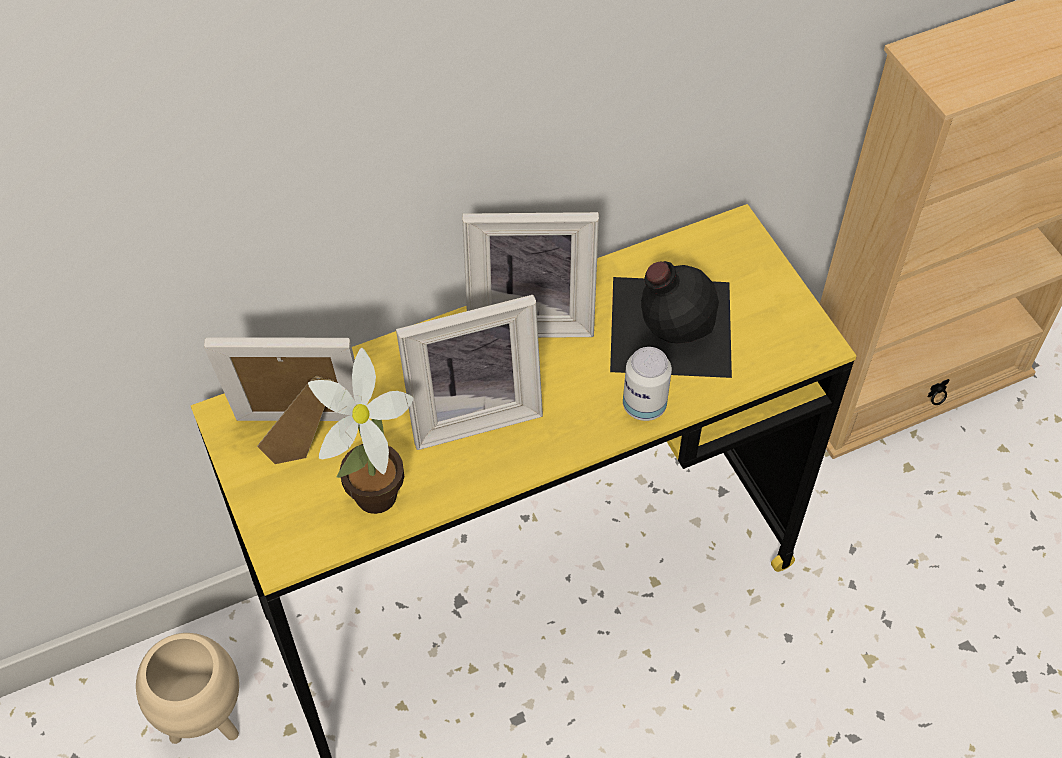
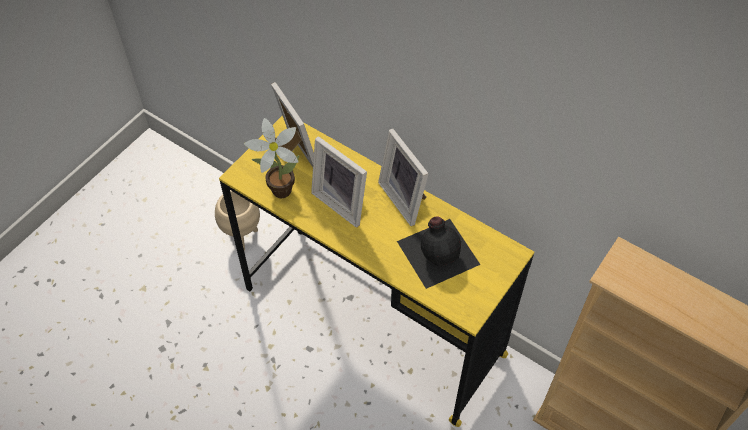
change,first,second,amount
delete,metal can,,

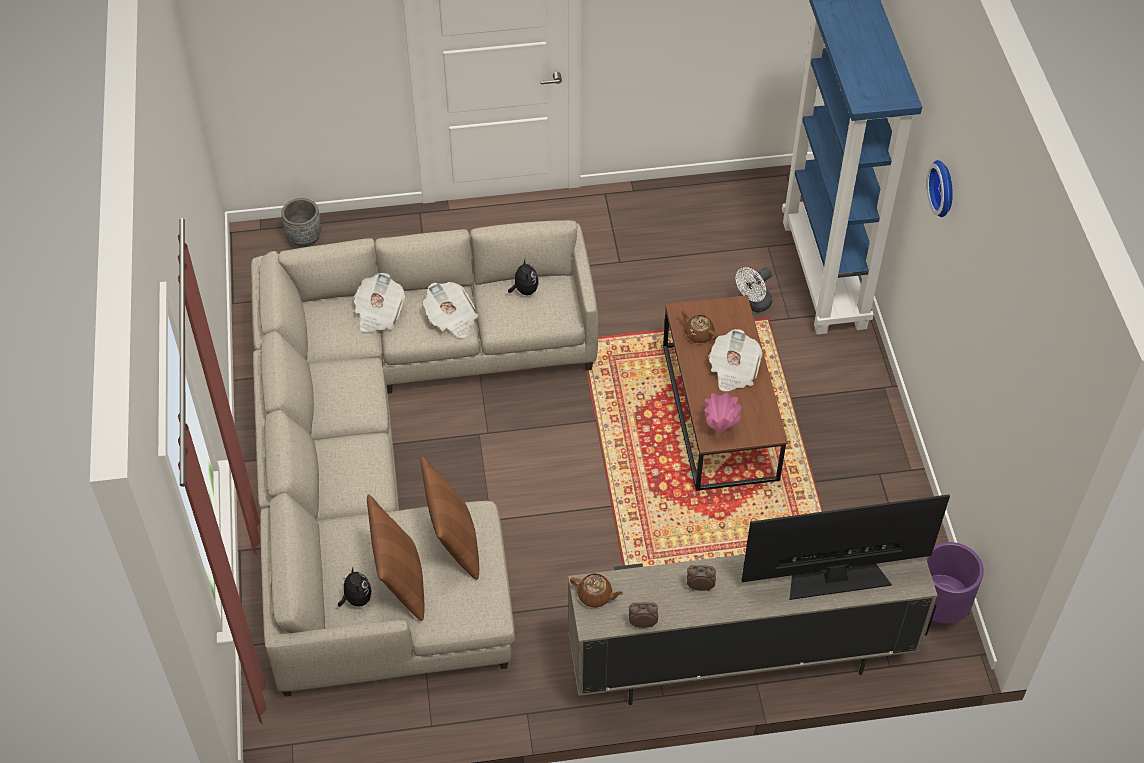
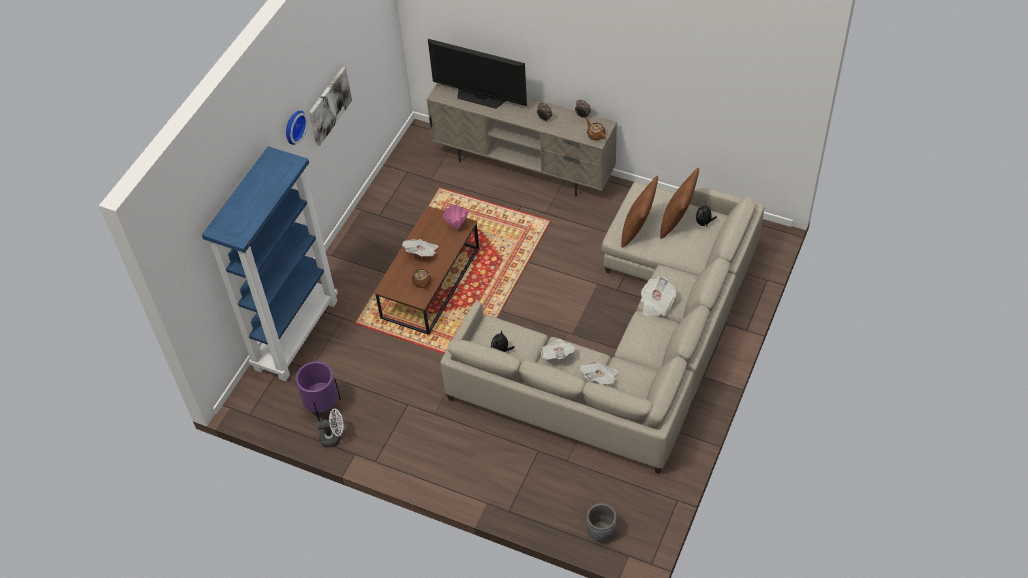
change,first,second,amount
move,electric fan (white-coloured),,
move,planter (purplish),,
insert,,wall art,
insert,,newspaper (4th from left),

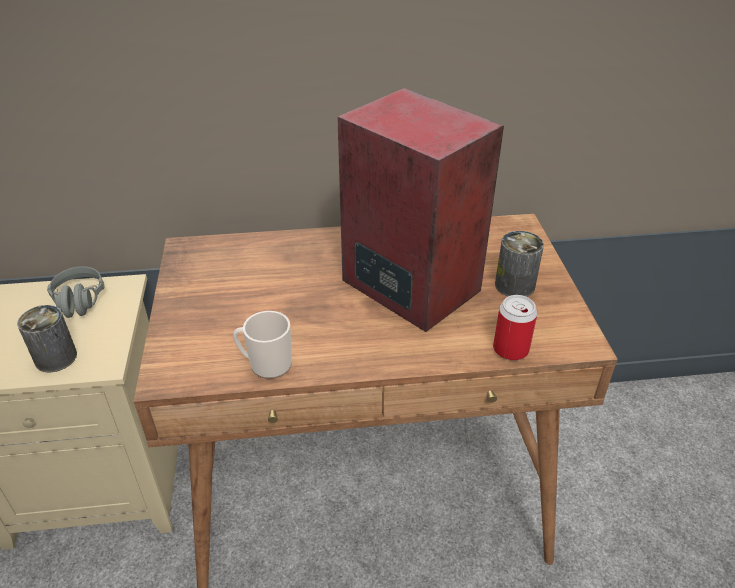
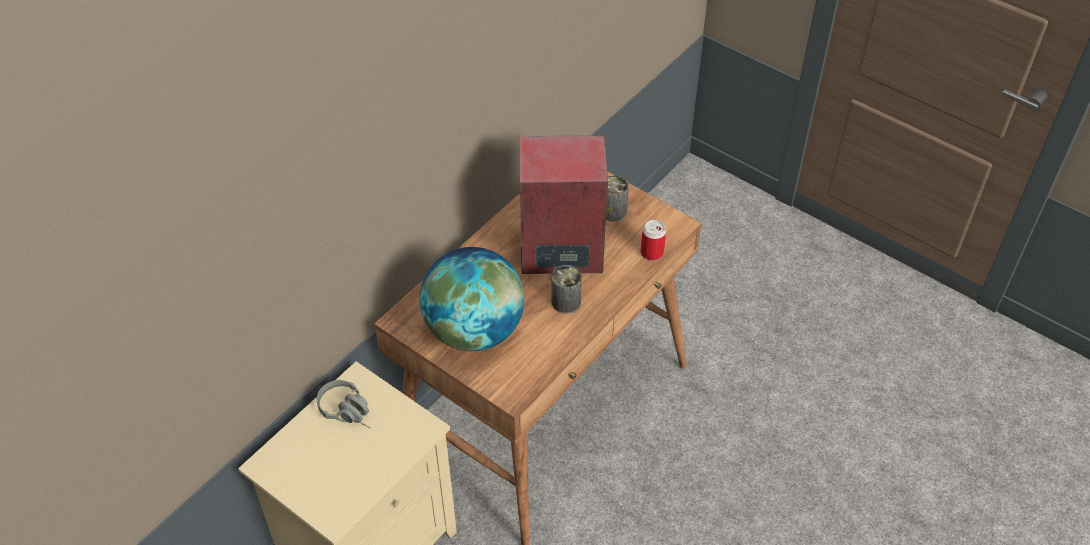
change,first,second,amount
move,metal can (1st from left),,
delete,mug,,
insert,,world globe,

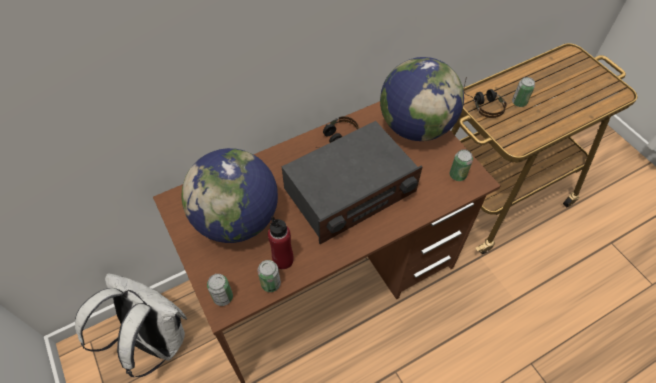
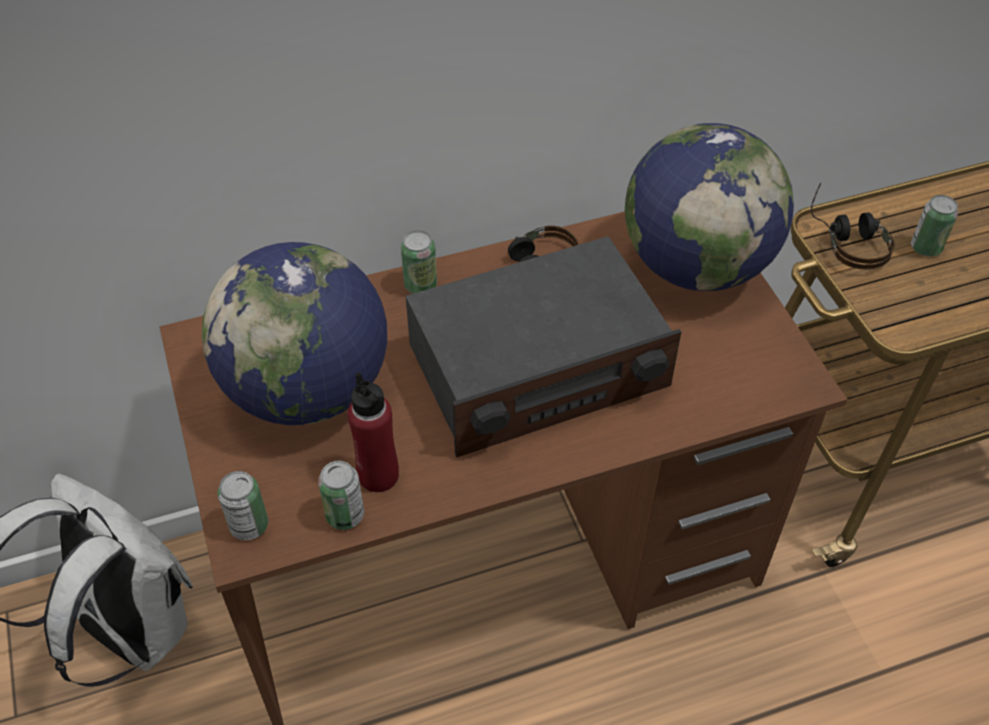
change,first,second,amount
move,metal can (3rd from left),,

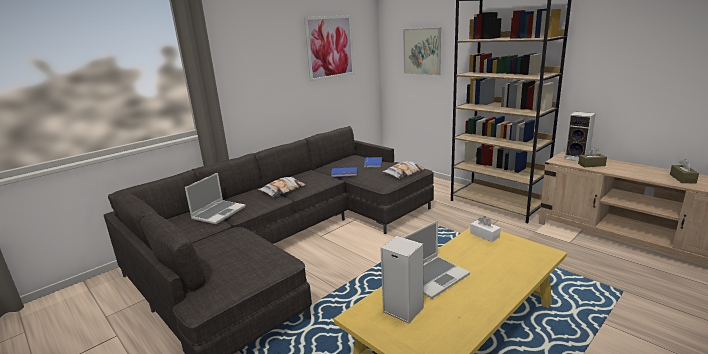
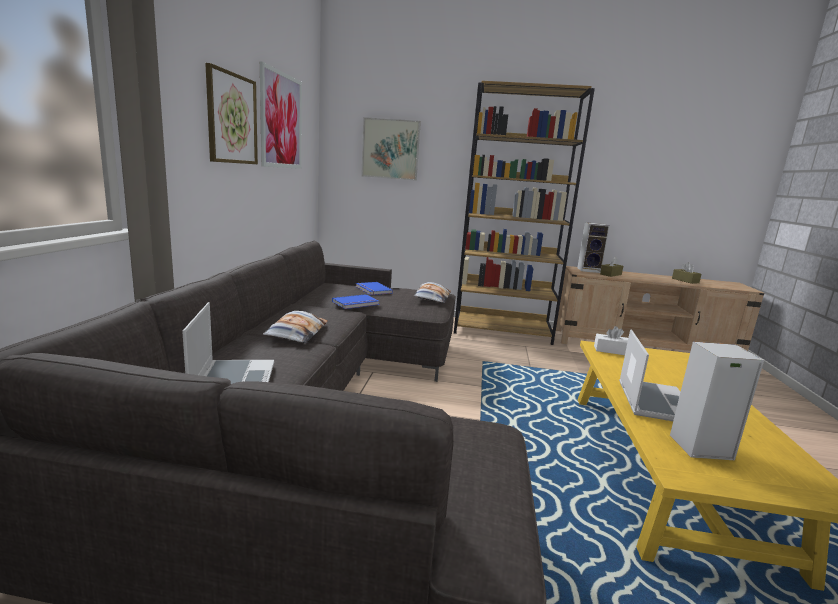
change,first,second,amount
insert,,wall art (1st from left),

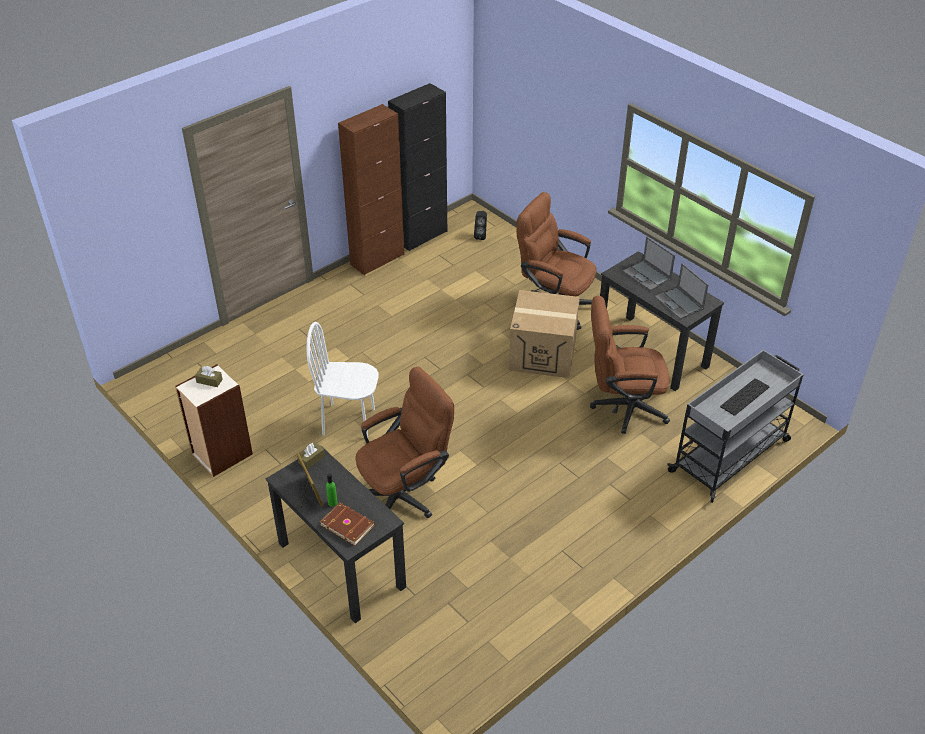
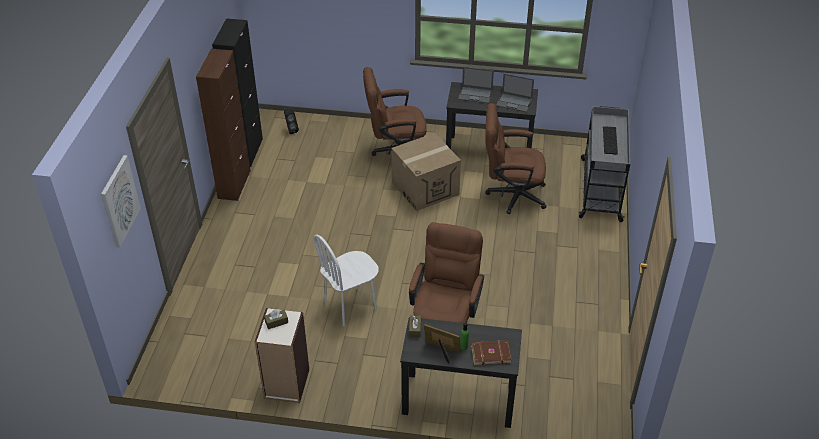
change,first,second,amount
rotate,desk chair (brown-coloured) (3rd from left),,45 degrees clockwise
insert,,wall art,

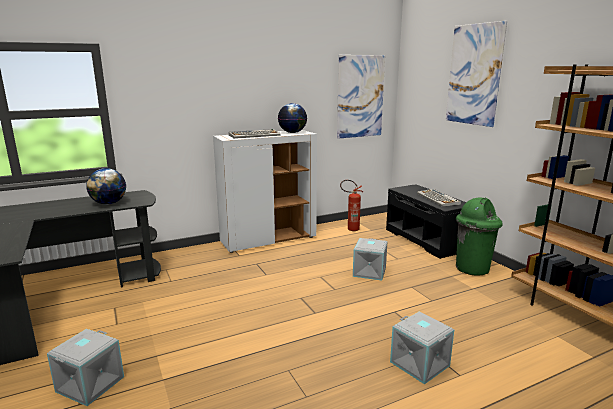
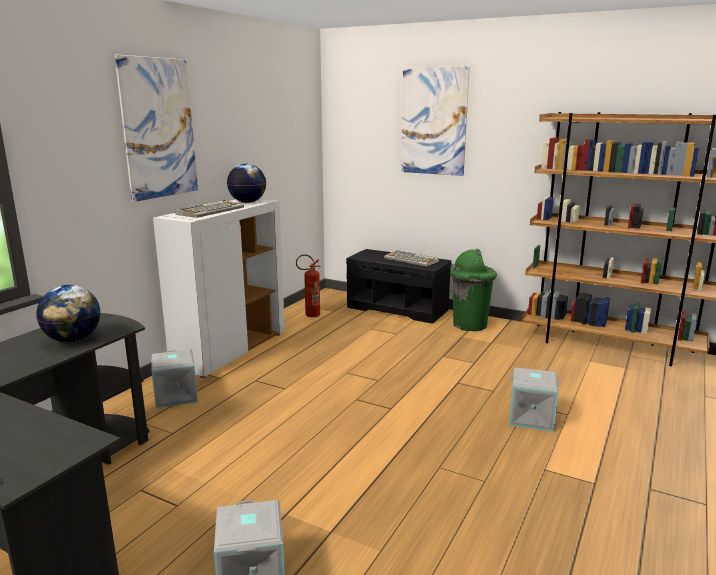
change,first,second,amount
move,wall art (1st from left),,
move,storage bin (gray) (2nd from left in the first image),storage bin (gray) (1st from left),

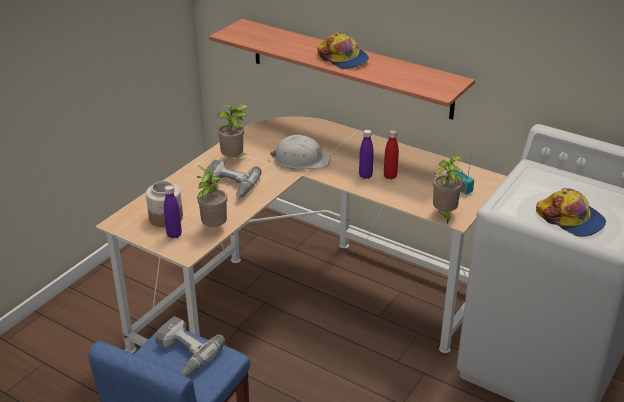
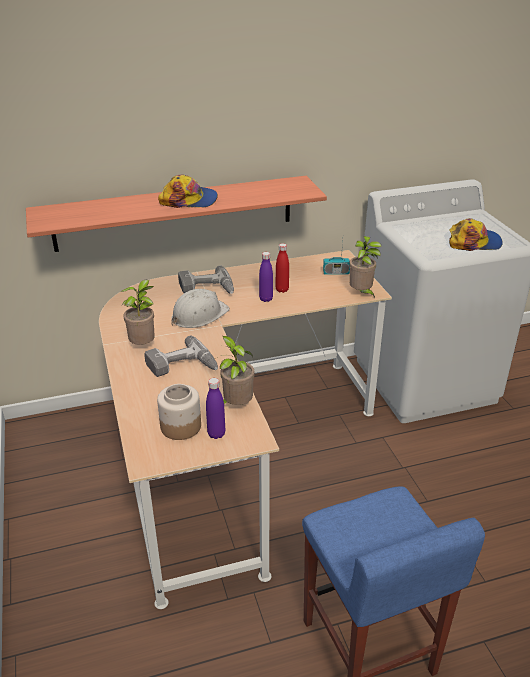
change,first,second,amount
move,power drill (1st from left in the first image),power drill (2nd from left),

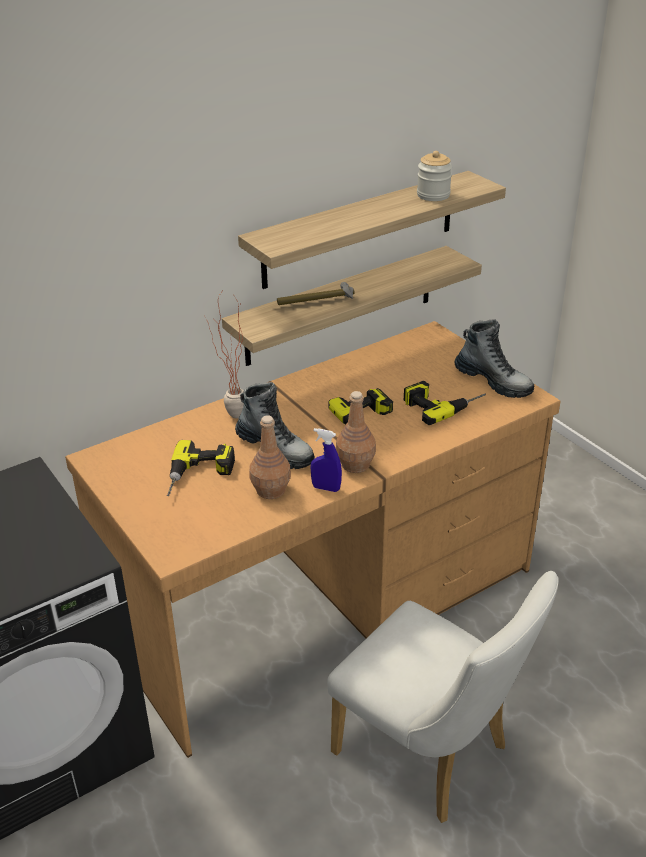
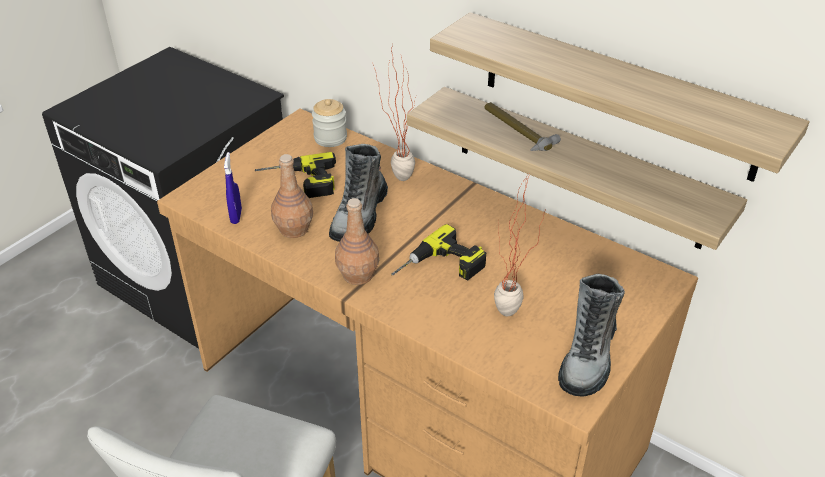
change,first,second,amount
move,hand sprayer (blue),,
replace,power drill (3rd from left),potted plant (2nd from left),
move,jar,,

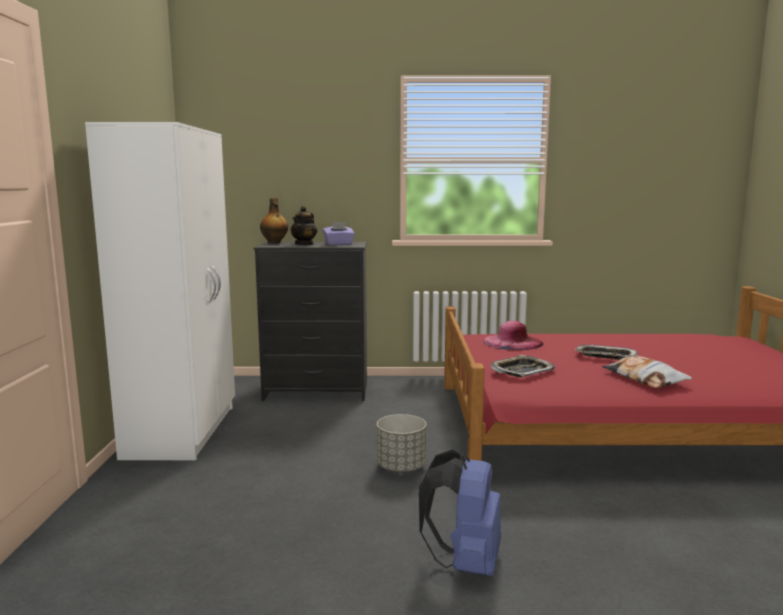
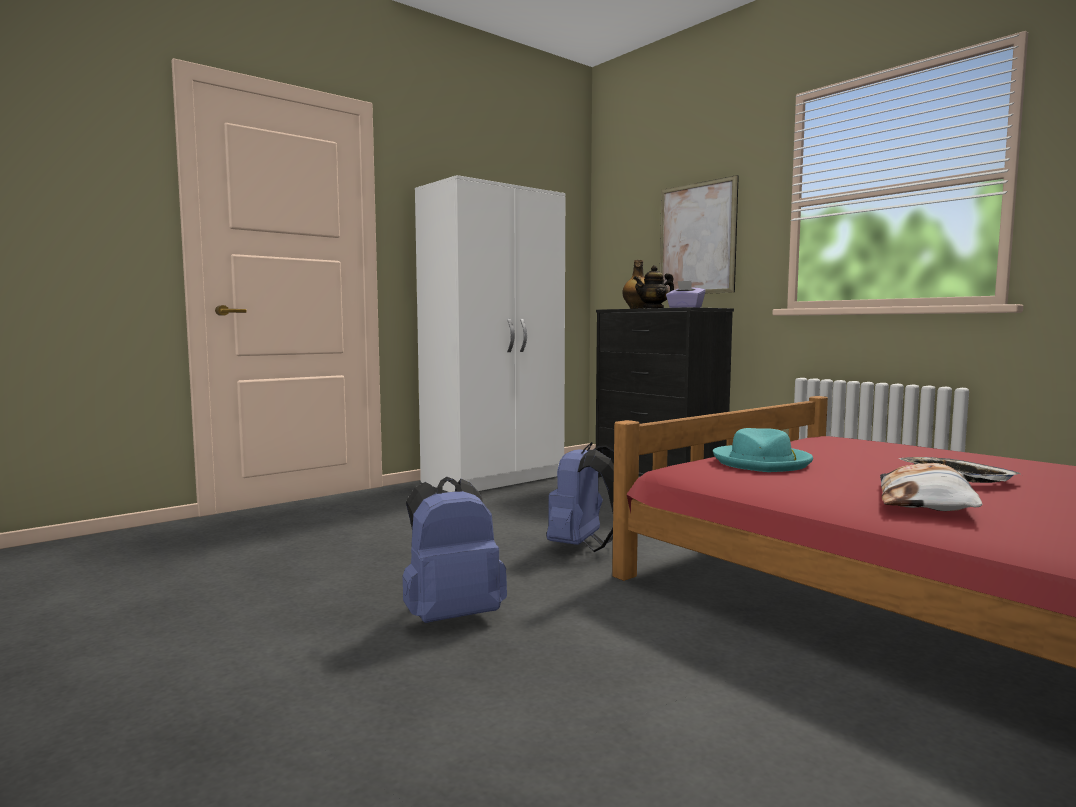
change,first,second,amount
replace,planter (gray),backpack (blue) (2nd from left),
delete,wearable hat (pinkish),,
replace,carrying tray (1st from left),wearable hat (turquoise),
insert,,wall art,

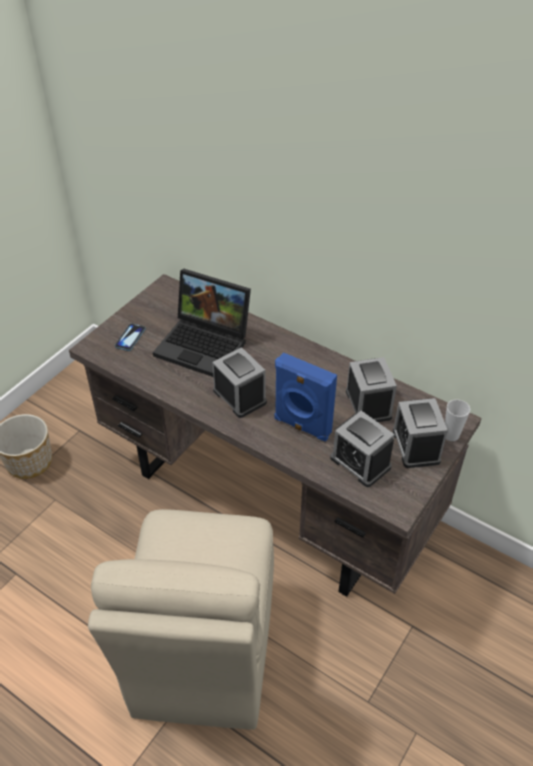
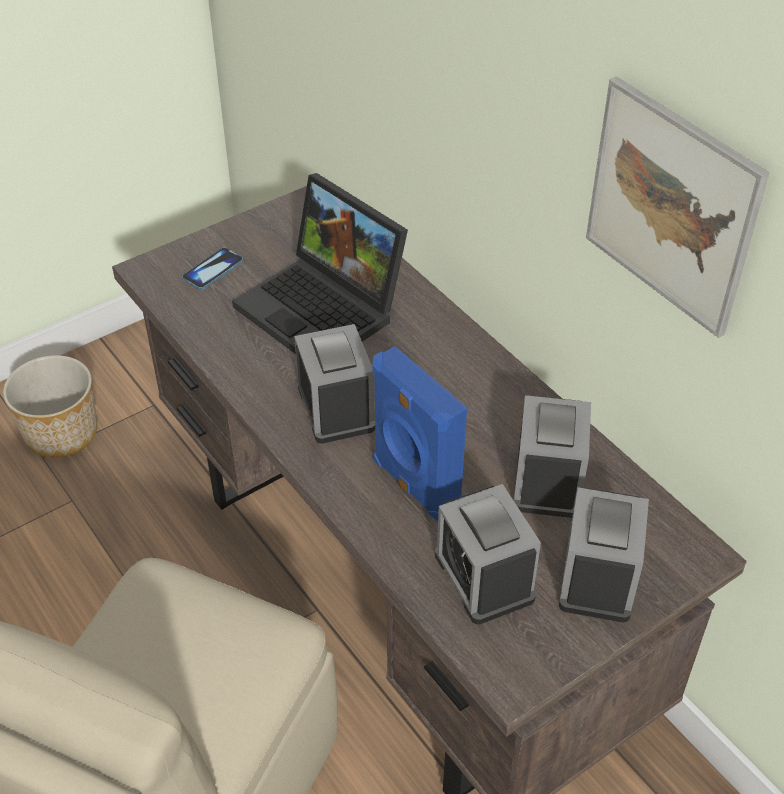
change,first,second,amount
delete,cup,,
insert,,wall art,

